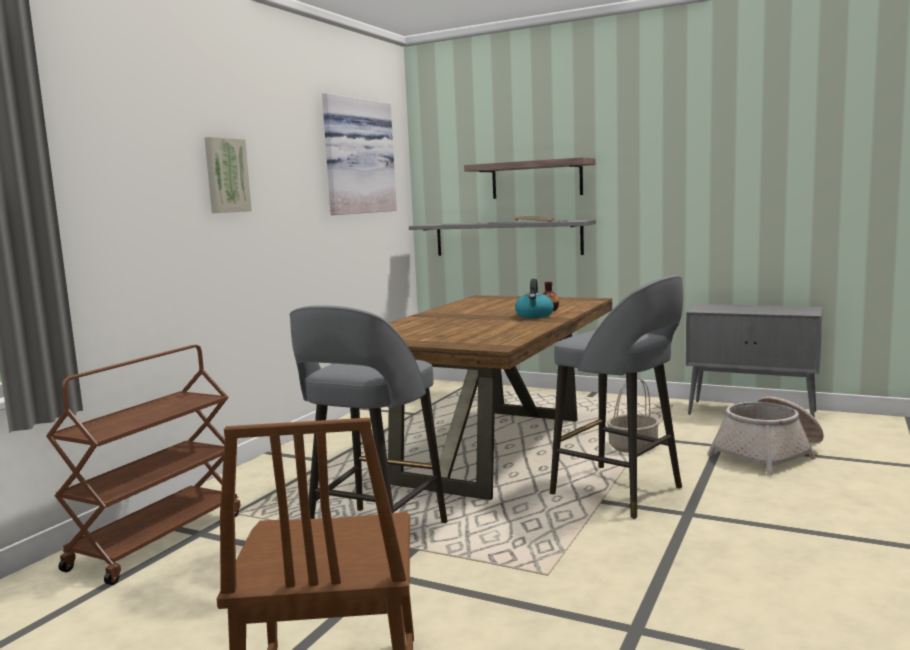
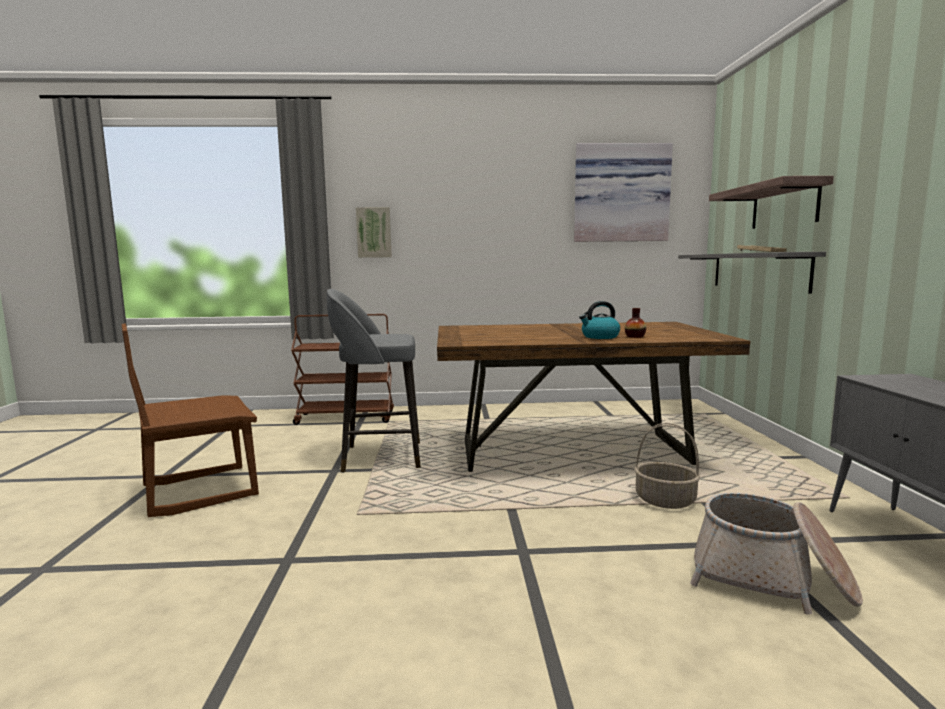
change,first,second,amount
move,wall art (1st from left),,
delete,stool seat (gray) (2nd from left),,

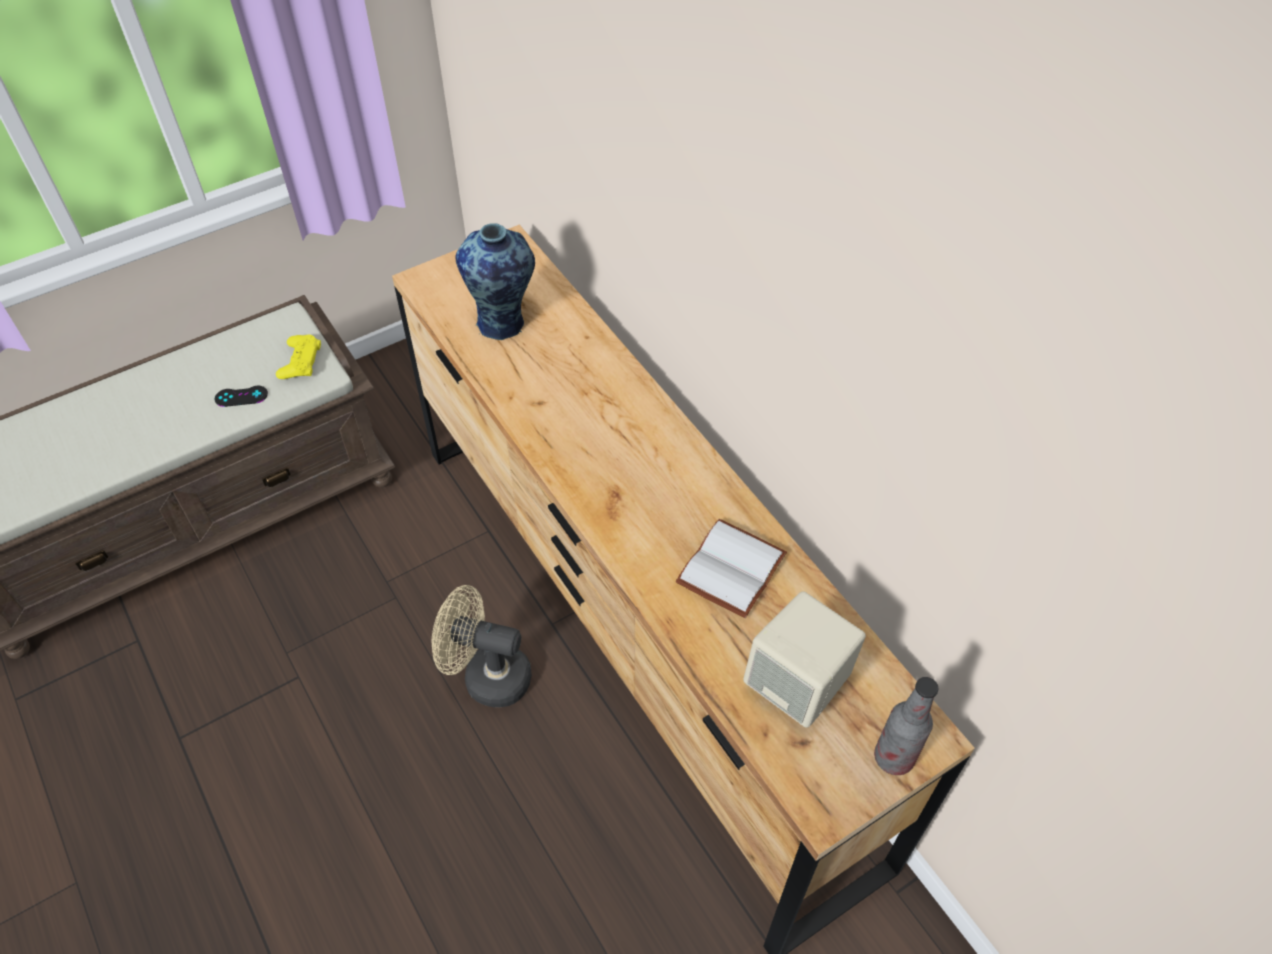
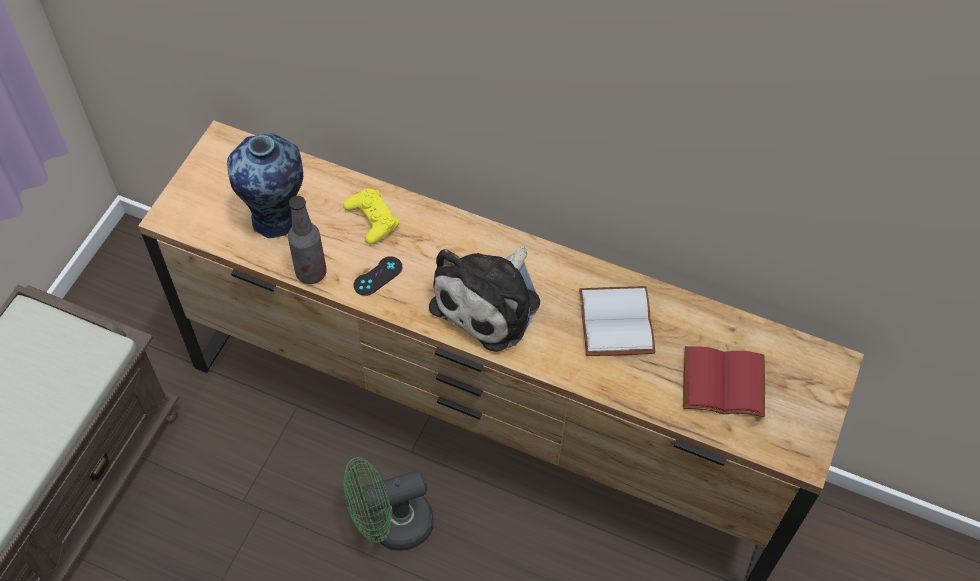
change,first,second,amount
move,game controller (black-coloured),,
move,game controller (yellow),,
recolor,electric fan (sand-coloured),electric fan (green-coloured),
replace,audio speaker (sand-coloured),volume (reddish),
move,drink bottle,,
insert,,soft toy,

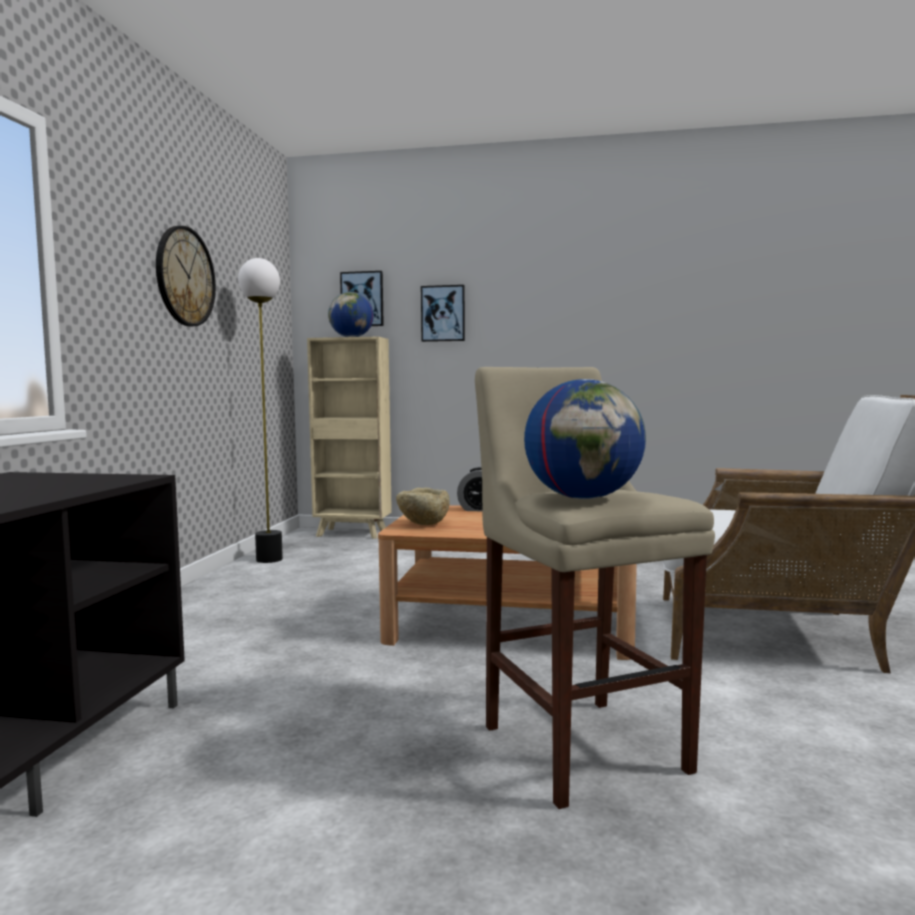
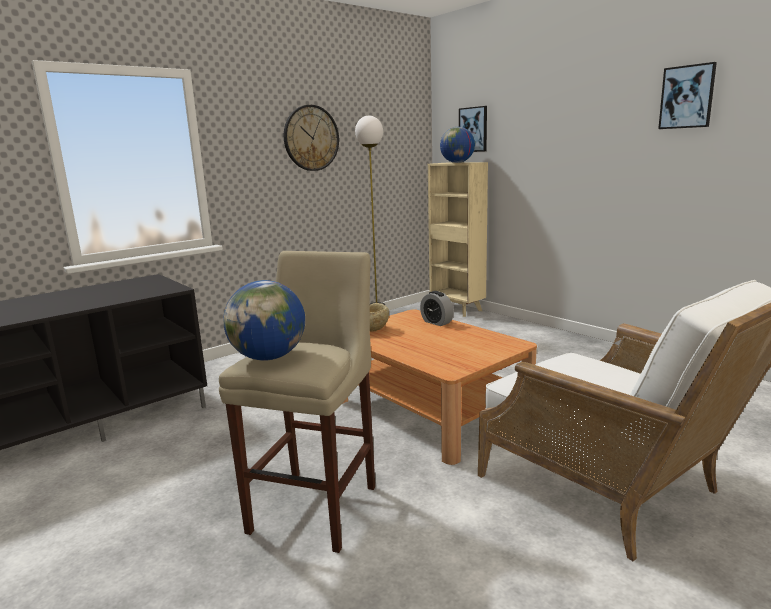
change,first,second,amount
move,wall art (2nd from left),,

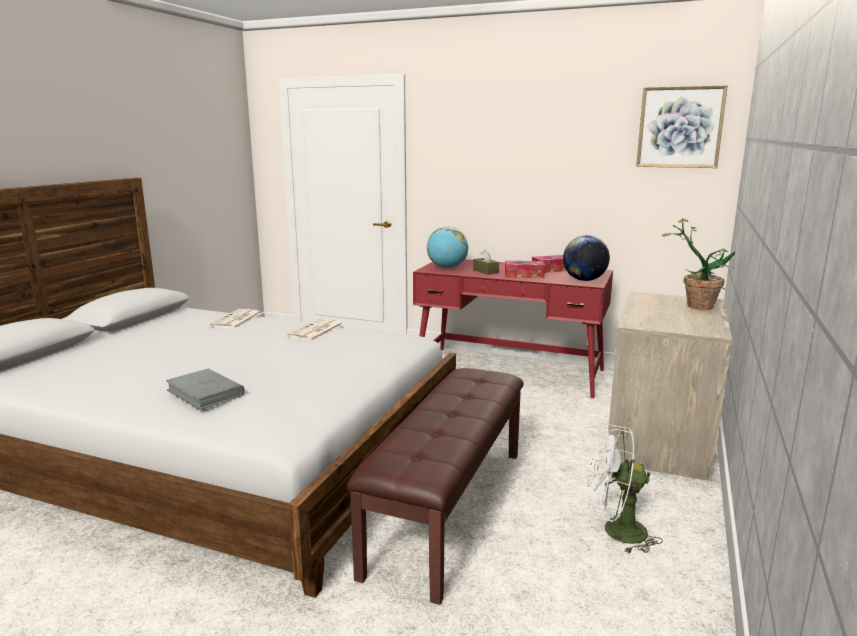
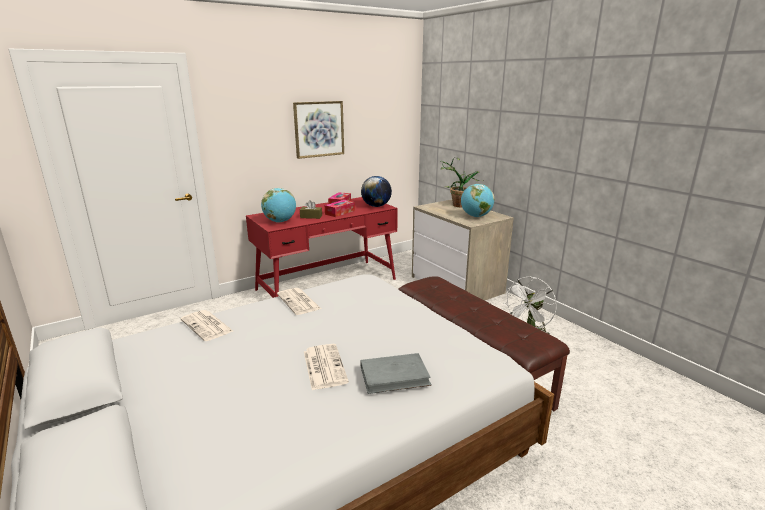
change,first,second,amount
move,wall art,,
insert,,newspaper (3rd from left),
insert,,world globe (3rd from left),

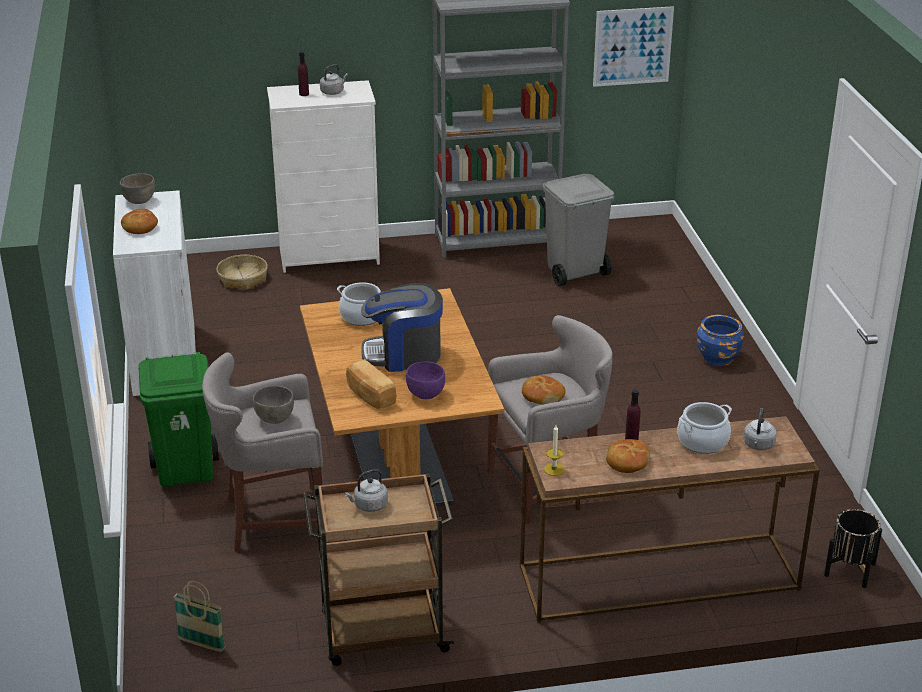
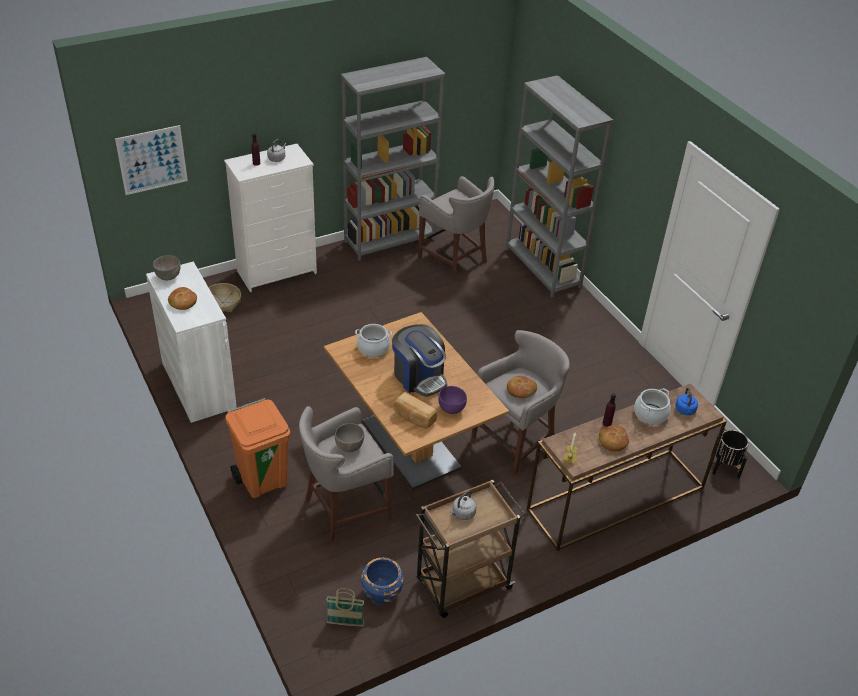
change,first,second,amount
recolor,rubbish bin (green-coloured),rubbish bin (orangey),
rotate,coffee maker,,105 degrees counterclockwise
replace,rubbish bin (gray),stool seat (gray) (2nd from left),
move,wall art,,
move,planter (blue),,
recolor,water kettle (gray) (3rd from left),water kettle (blue),
insert,,shelving unit (gray) (2nd from left),

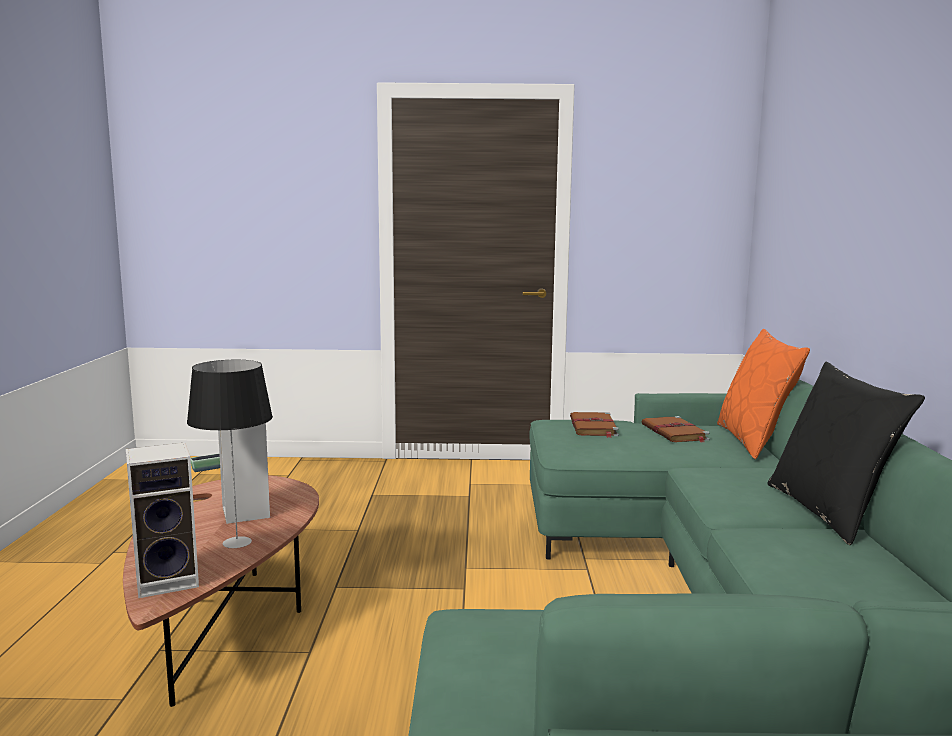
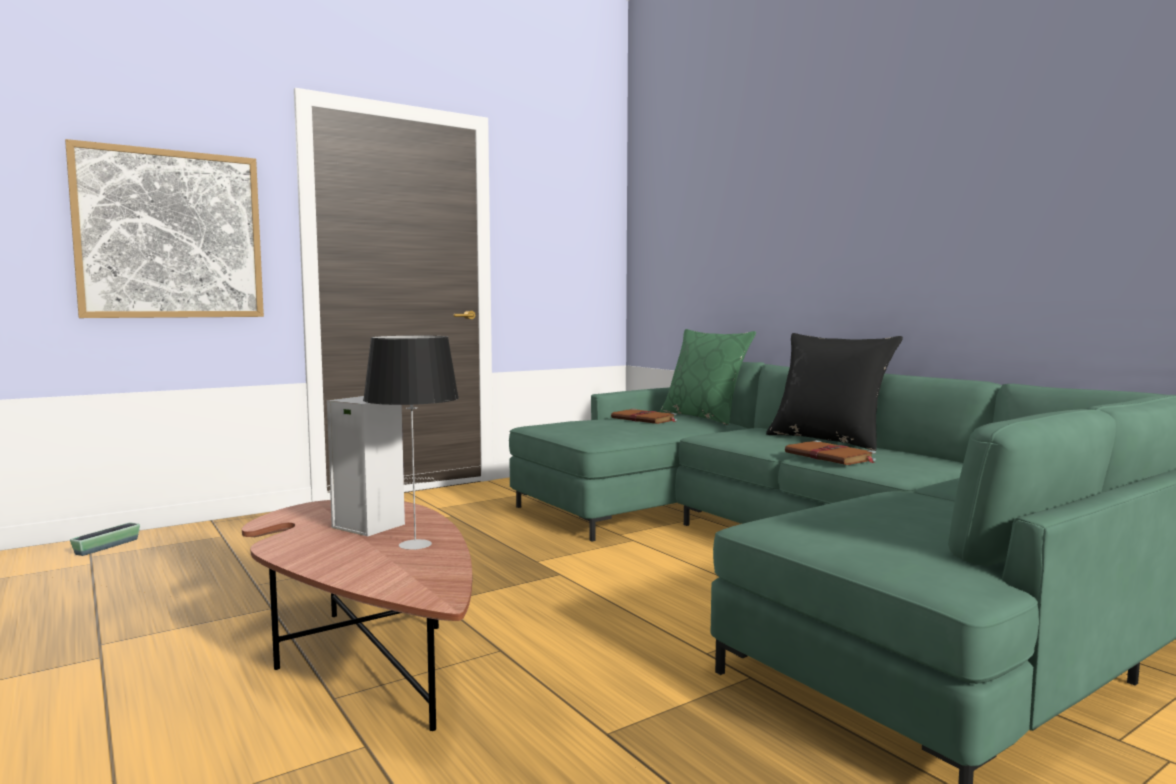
change,first,second,amount
delete,audio speaker (1st from left),,
move,volume (brown-coloured) (1st from left in the first image),volume (brown-coloured) (2nd from left),
recolor,pillow (orangey),pillow (green-coloured),
insert,,wall art,

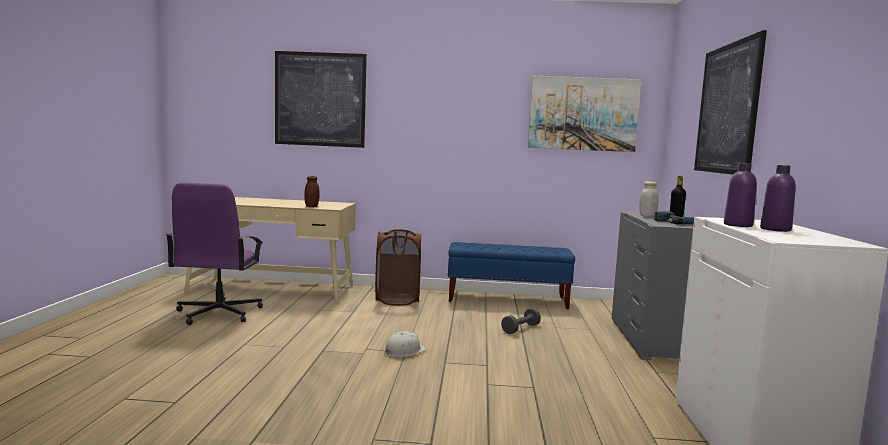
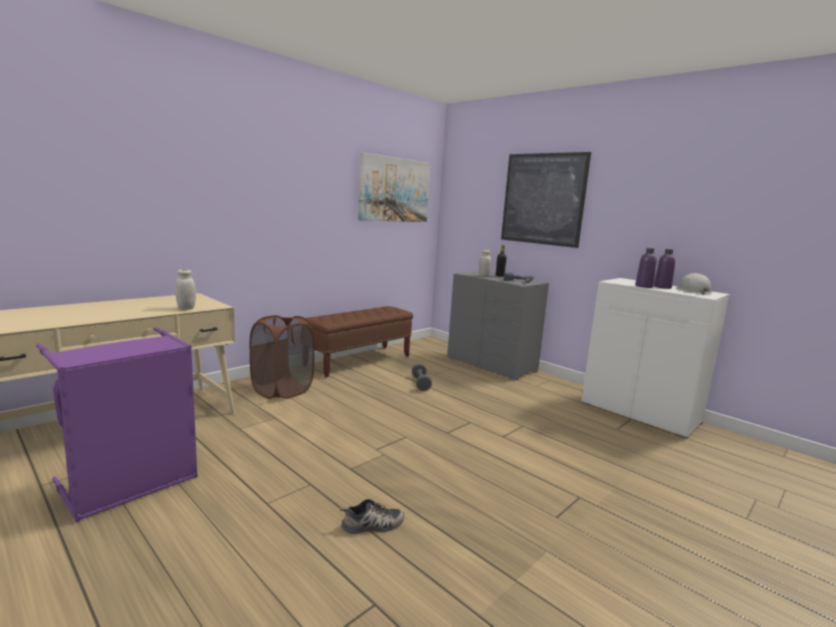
change,first,second,amount
replace,desk chair (purplish),hamper (purplish),
delete,wall art (1st from left),,
recolor,jar (brown-coloured),jar (white-coloured) (1st from left),
move,safety helmet (white-coloured),,
recolor,indoor bench (blue),indoor bench (brown-coloured),
insert,,shoe,

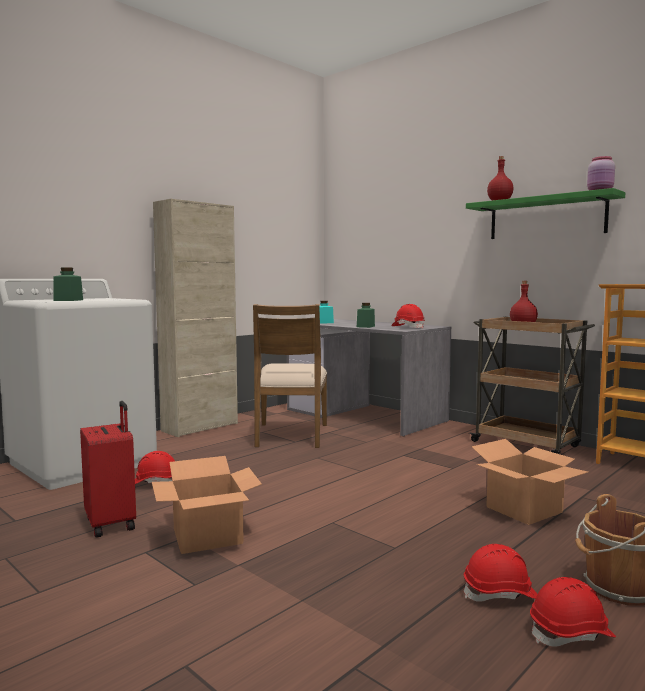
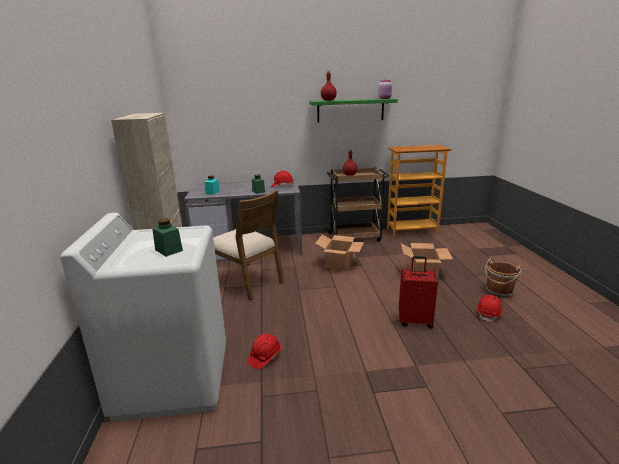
change,first,second,amount
move,piece of luggage (reddish),,
move,carton (1st from left),,
delete,safety helmet (reddish) (4th from left),,

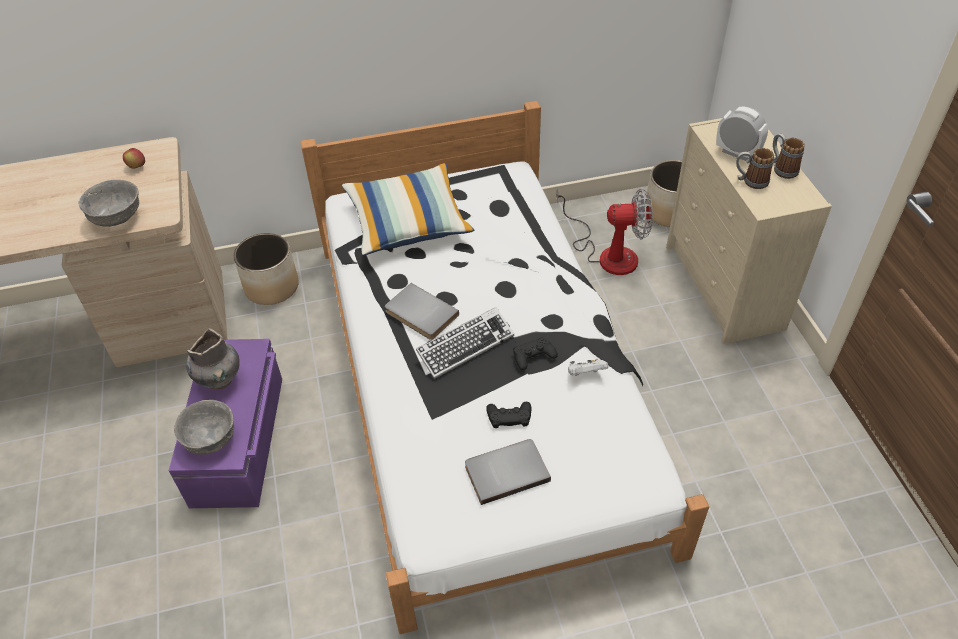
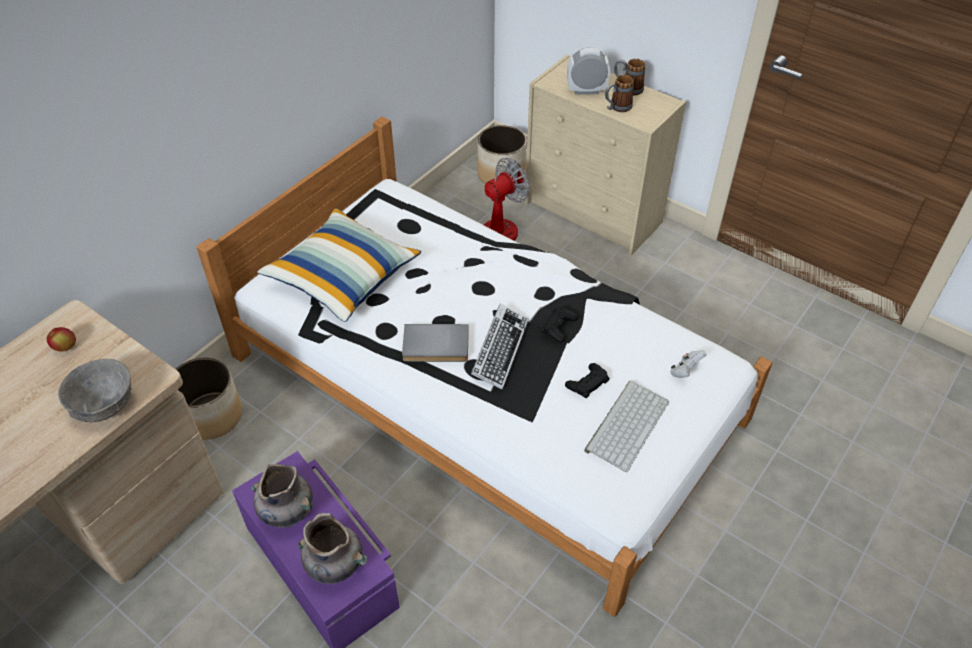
change,first,second,amount
replace,deep dish (gray) (2nd from left),flower vase (gray) (2nd from left),
replace,volume (gray) (2nd from left),computer keyboard (2nd from left),
move,game controller (white-coloured),,

